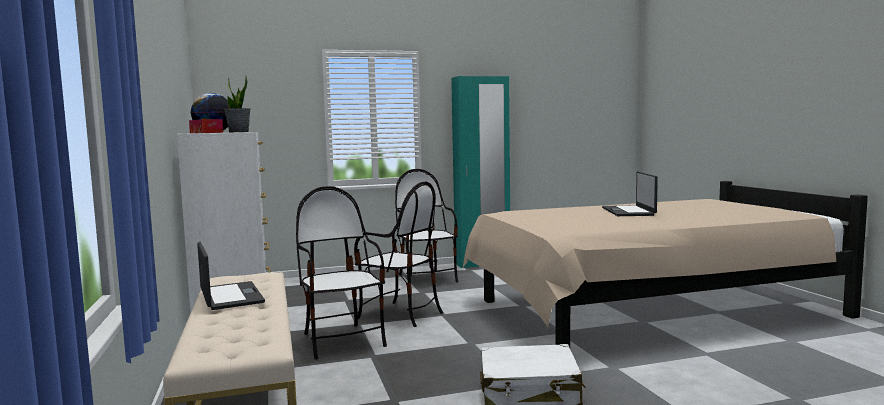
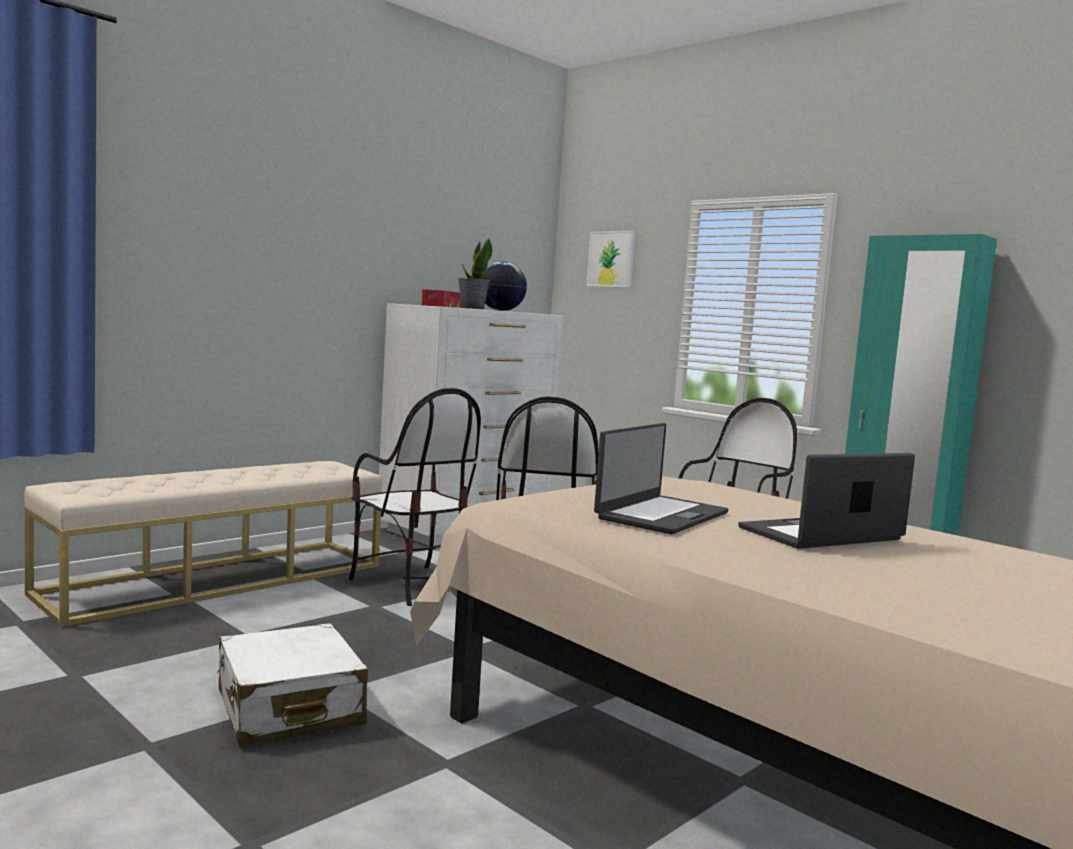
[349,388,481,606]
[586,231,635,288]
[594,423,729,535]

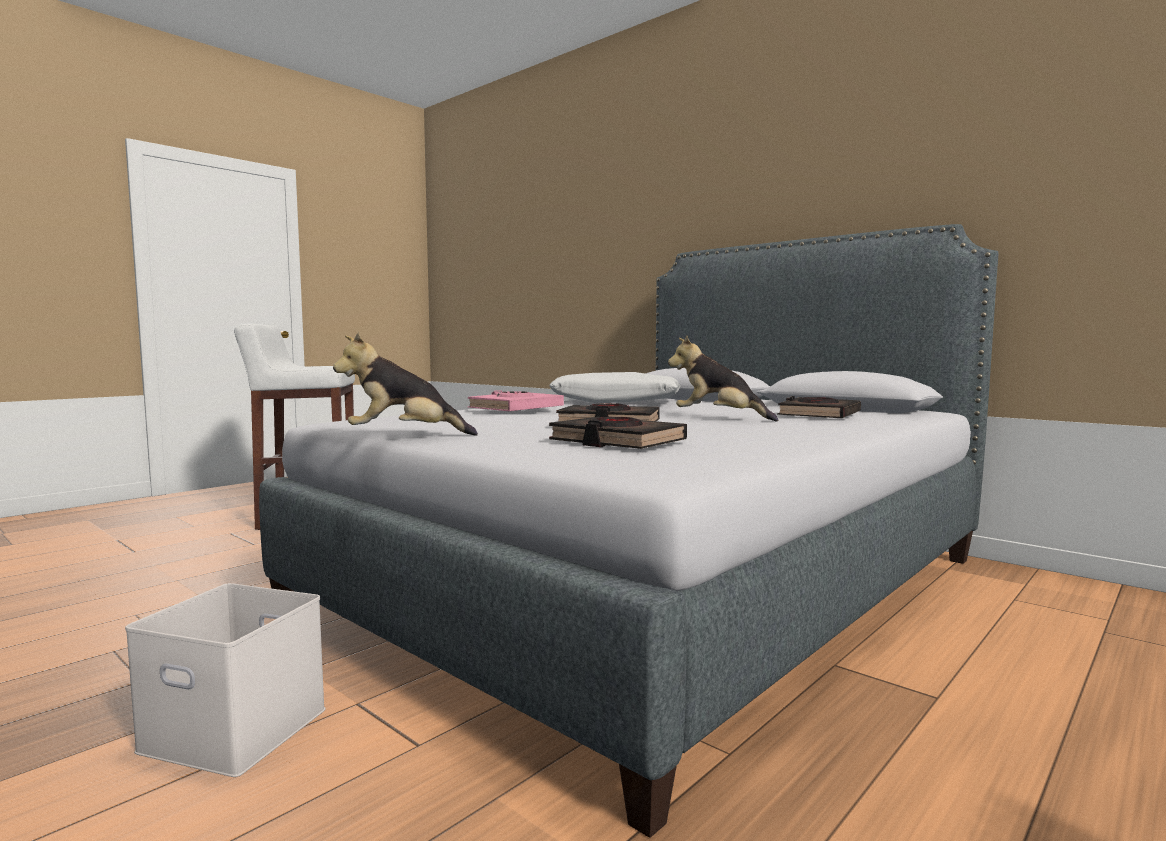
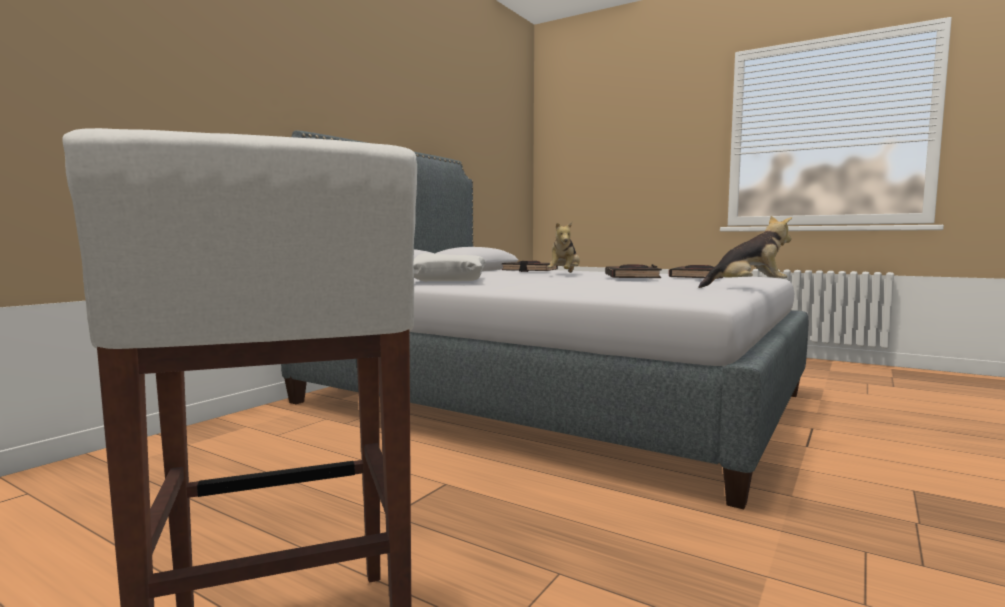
[698,216,792,288]
[125,583,326,777] (first image)
[468,390,564,411] (first image)

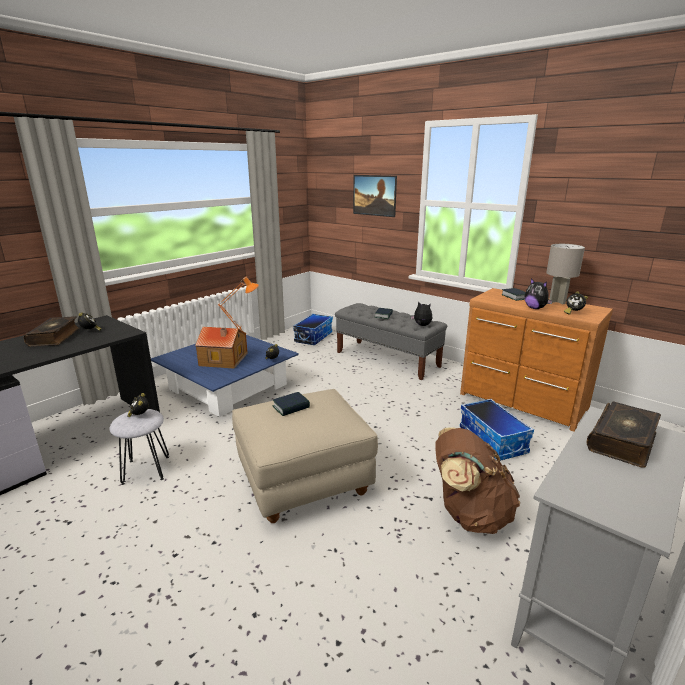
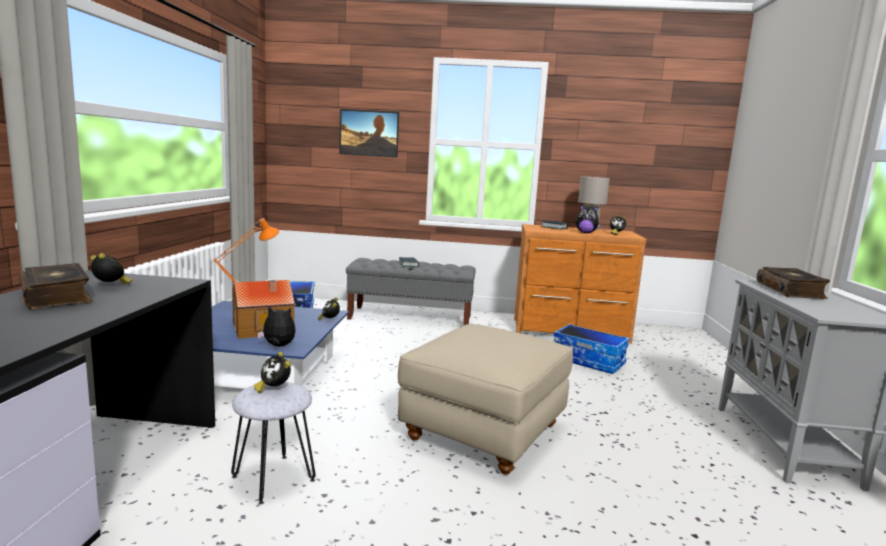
[258,306,296,346]
[273,392,310,416] (first image)
[435,427,520,534] (first image)

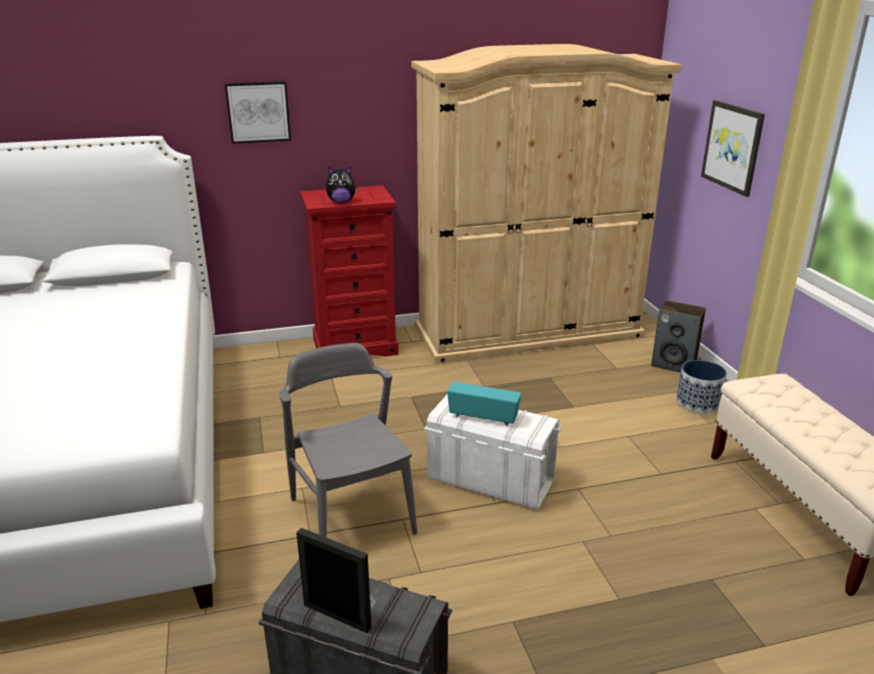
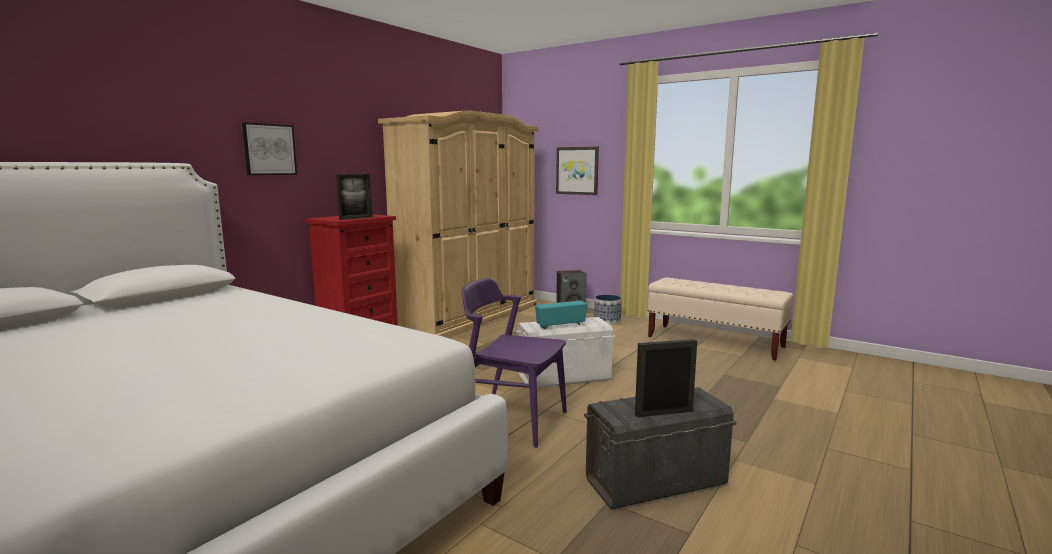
[336,174,373,220]
[462,278,567,448]

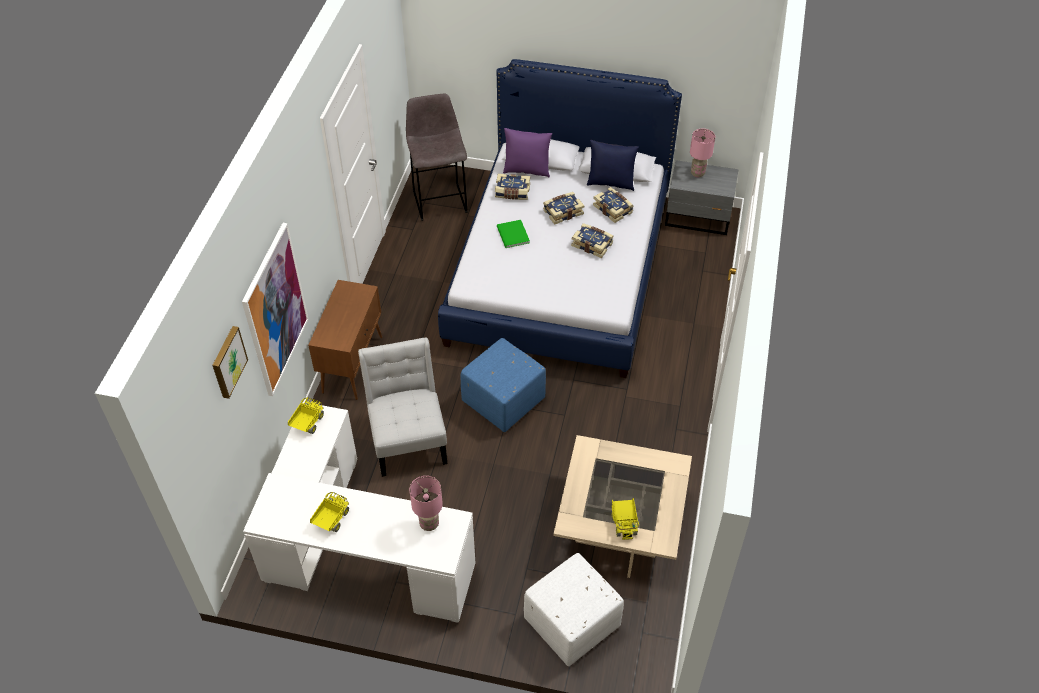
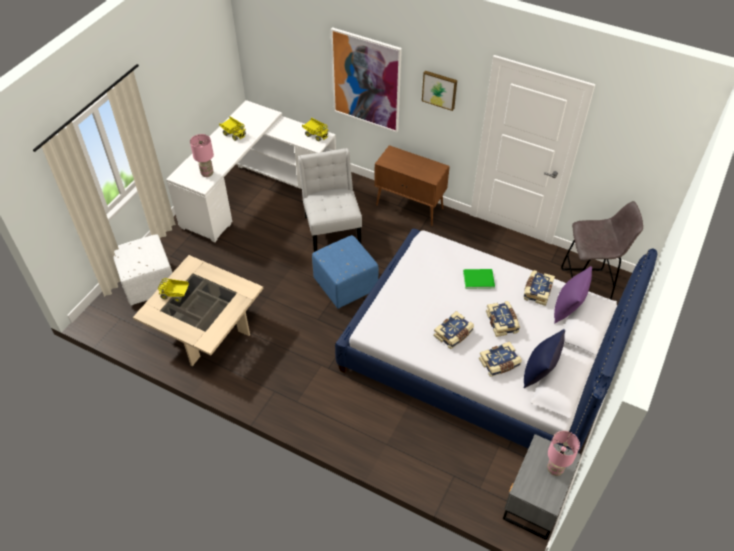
[298,148,362,252]
[422,71,457,111]

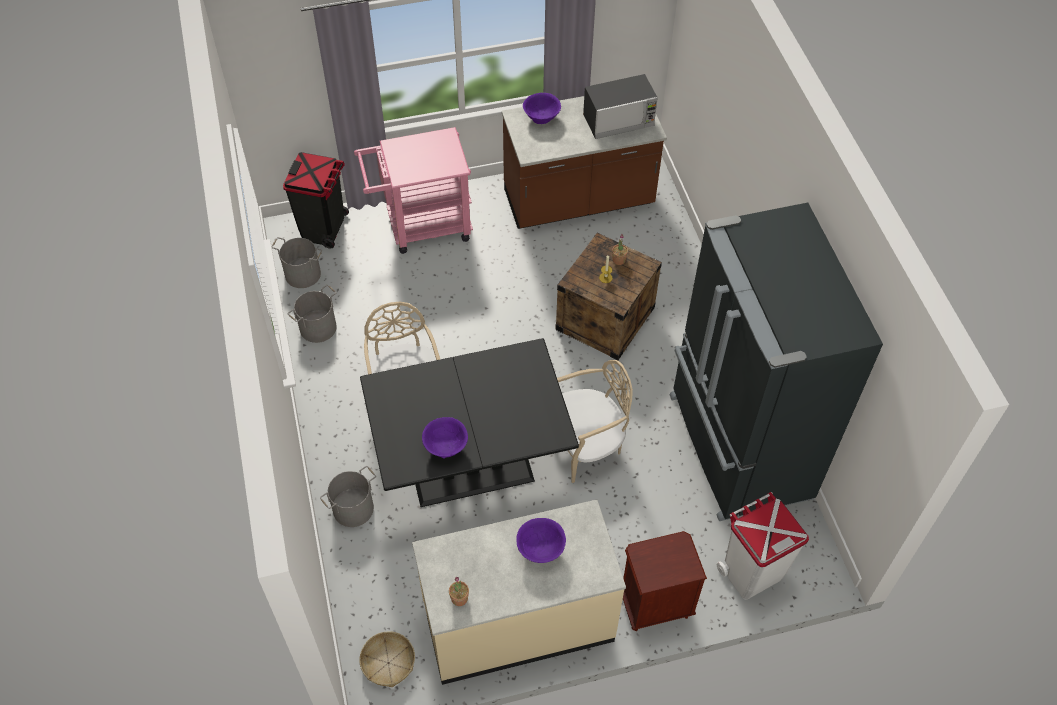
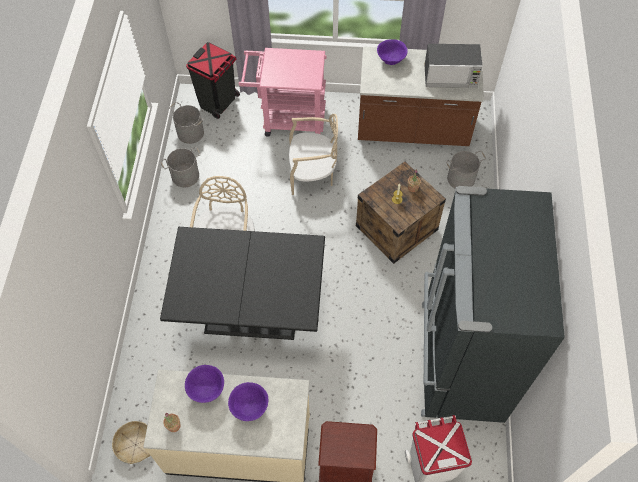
[185,365,224,403]
[289,114,338,195]
[446,151,486,189]

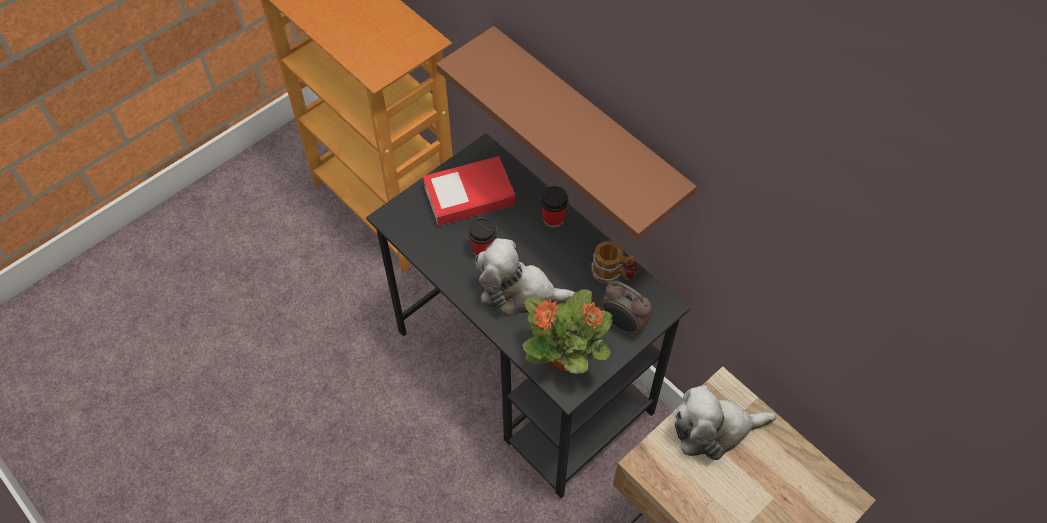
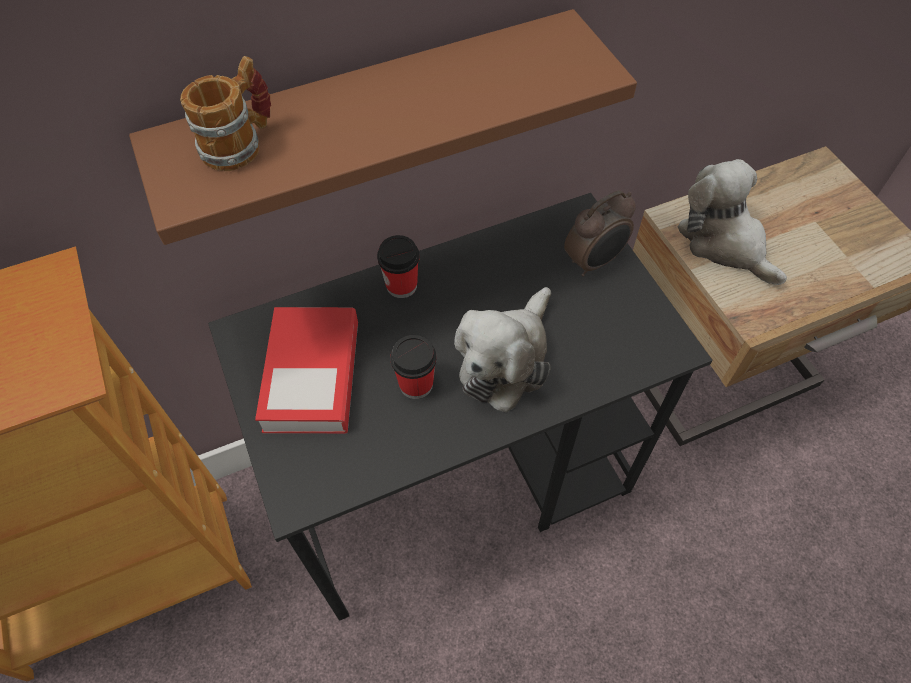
[180,56,271,171]
[677,159,787,285]
[523,289,613,374] (first image)

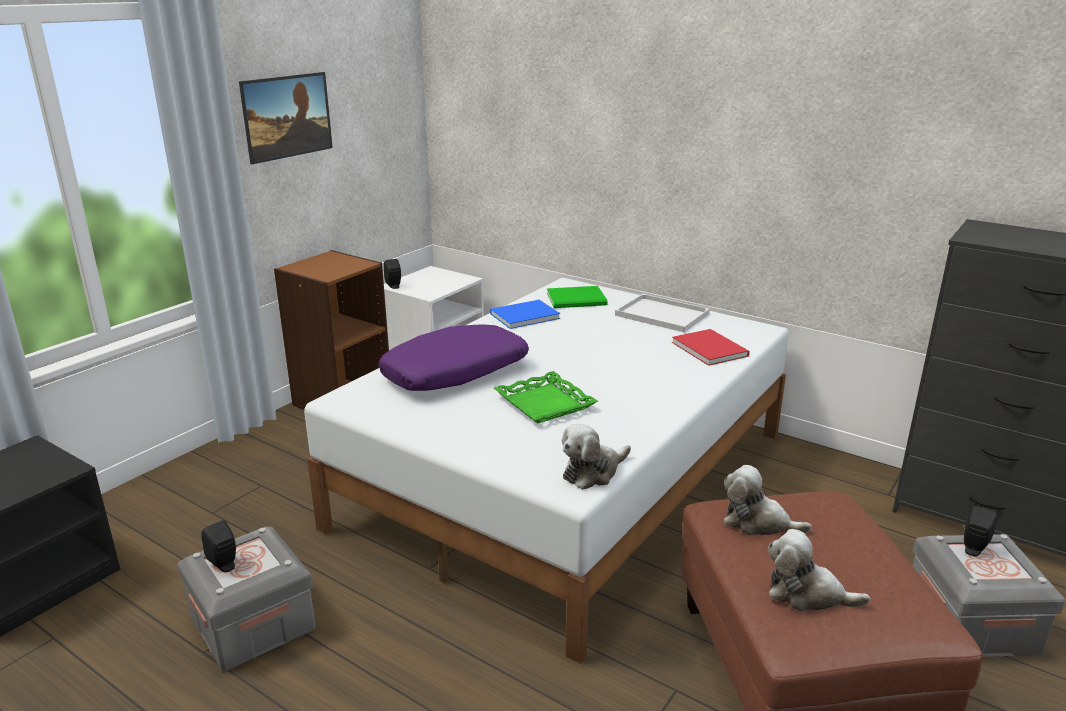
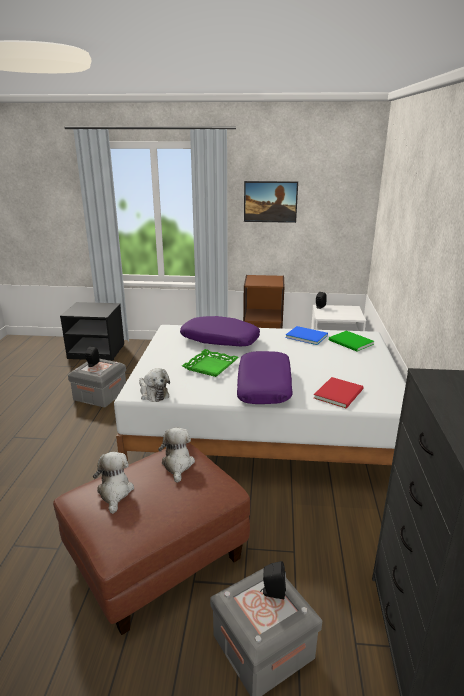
[139,368,170,402]
[237,351,293,404]
[615,294,710,332] (first image)

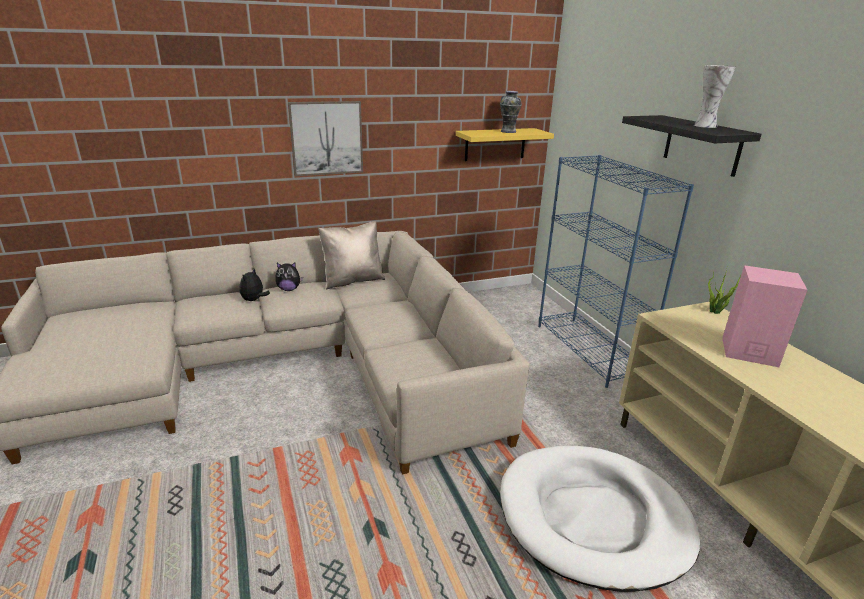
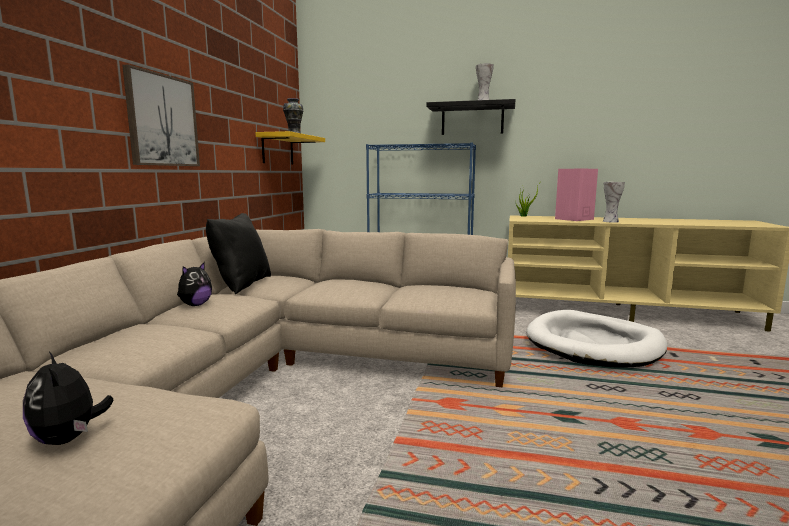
[23,352,113,445]
[206,213,271,294]
[603,182,625,223]

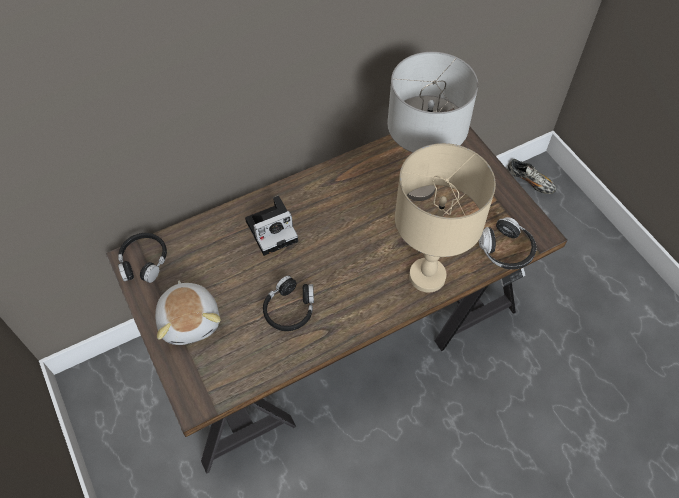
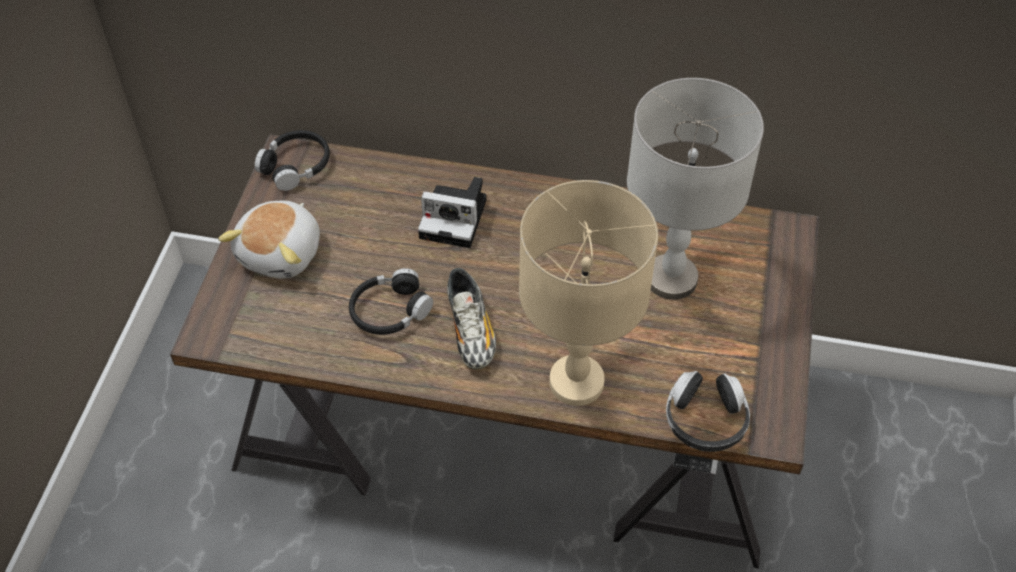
[447,268,496,370]

